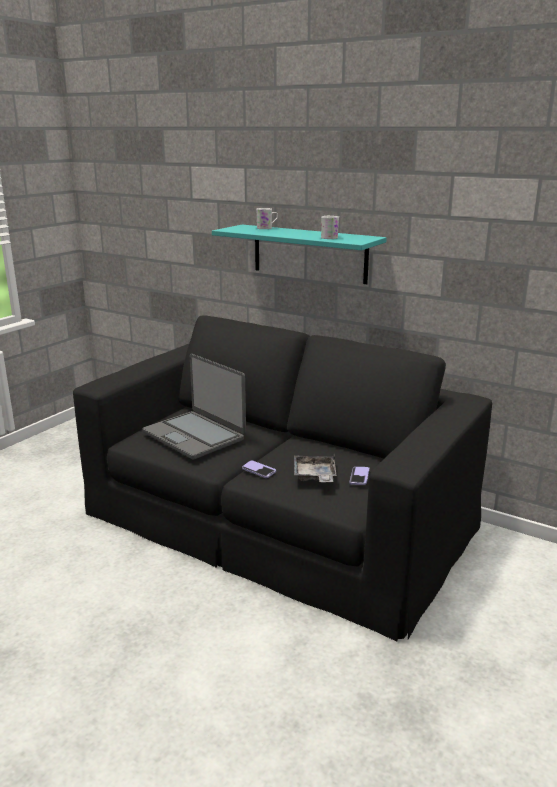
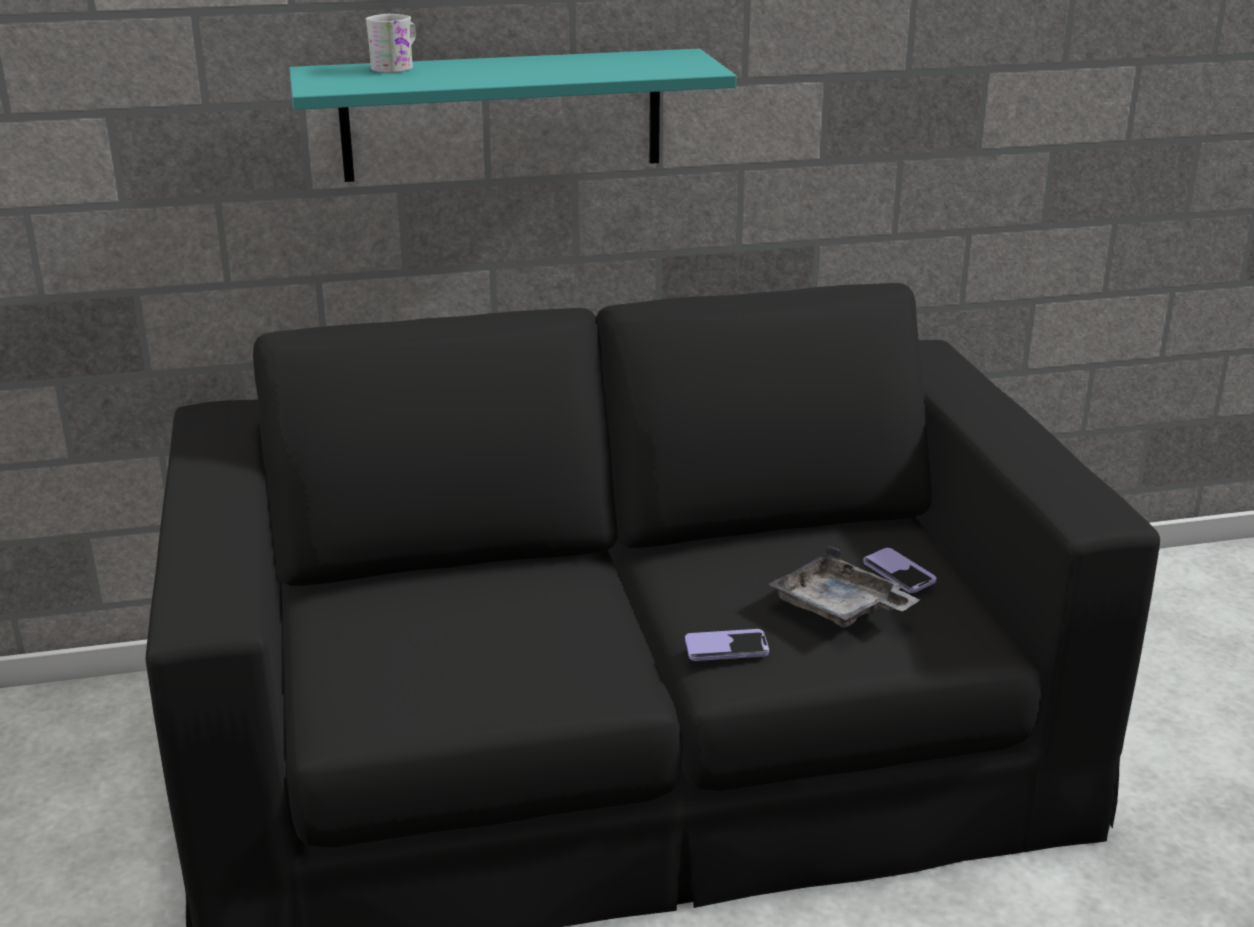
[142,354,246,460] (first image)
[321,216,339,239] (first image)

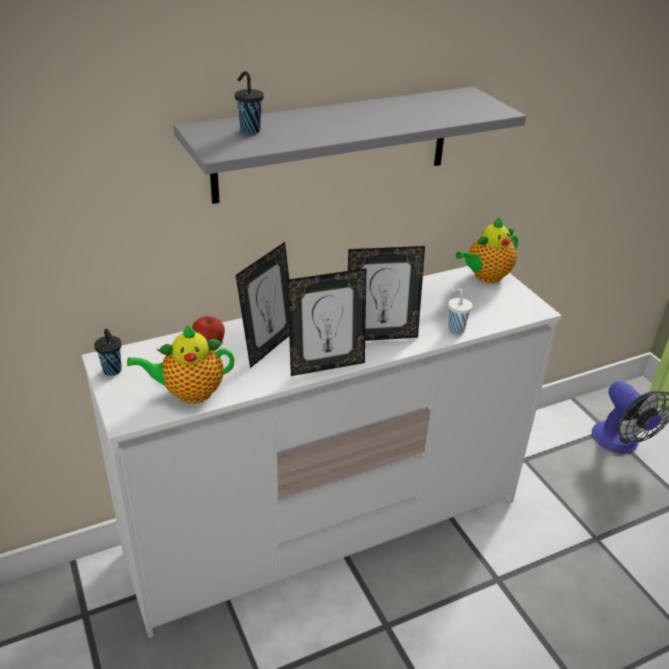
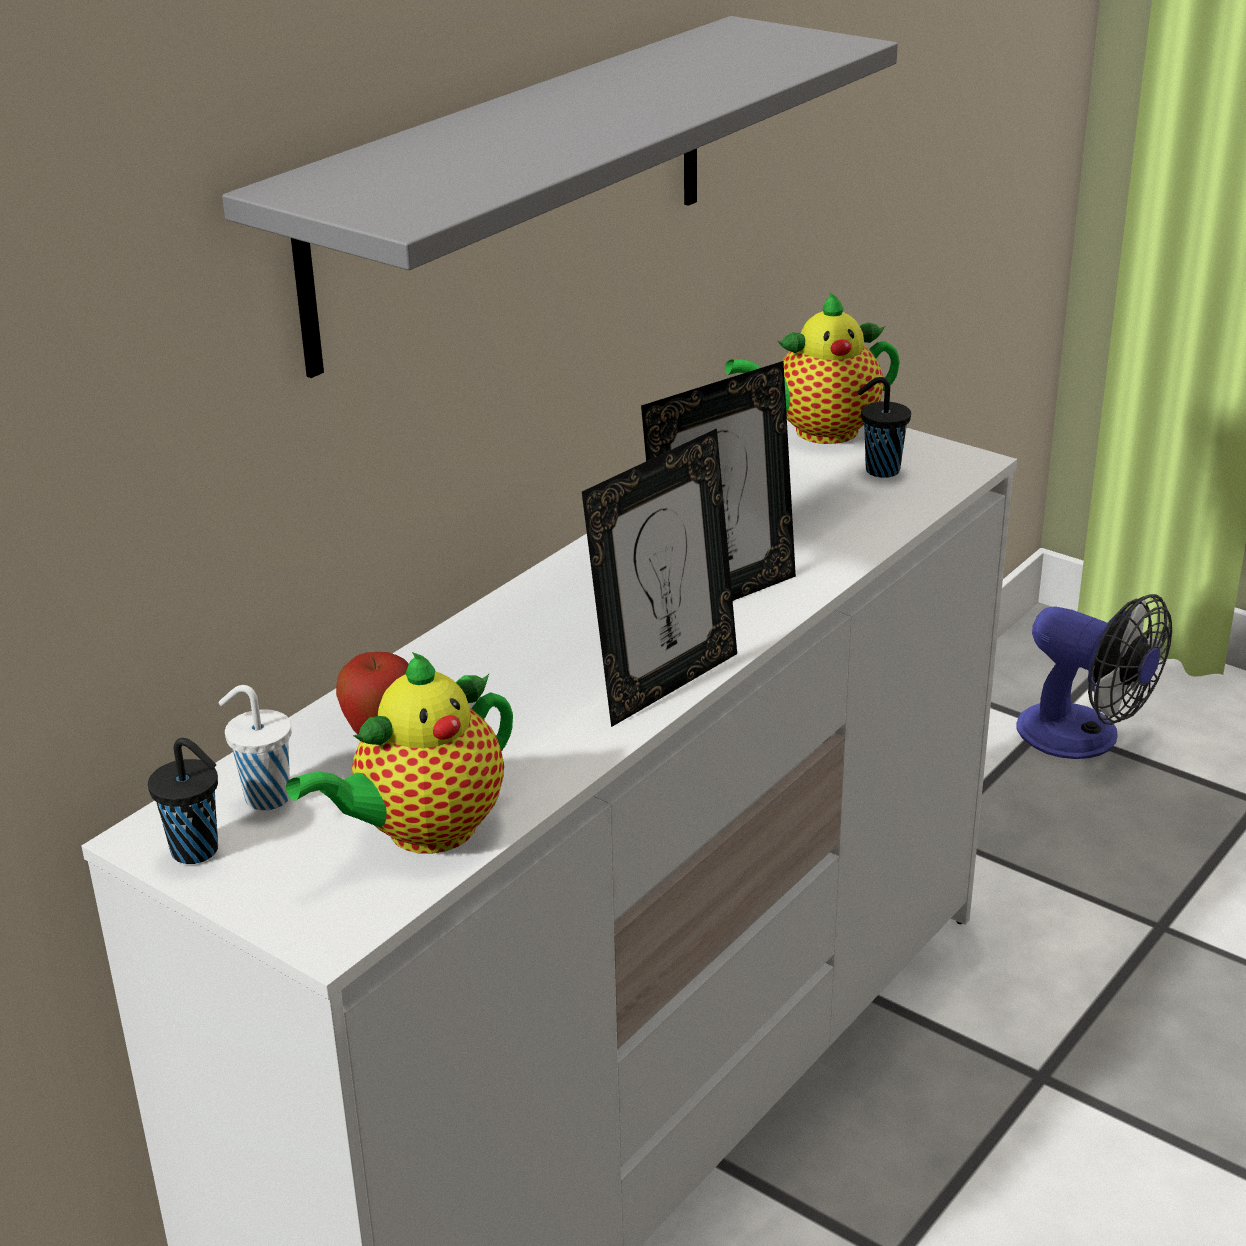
[219,685,292,810]
[725,292,900,444]
[857,377,911,478]
[236,242,289,368] (first image)

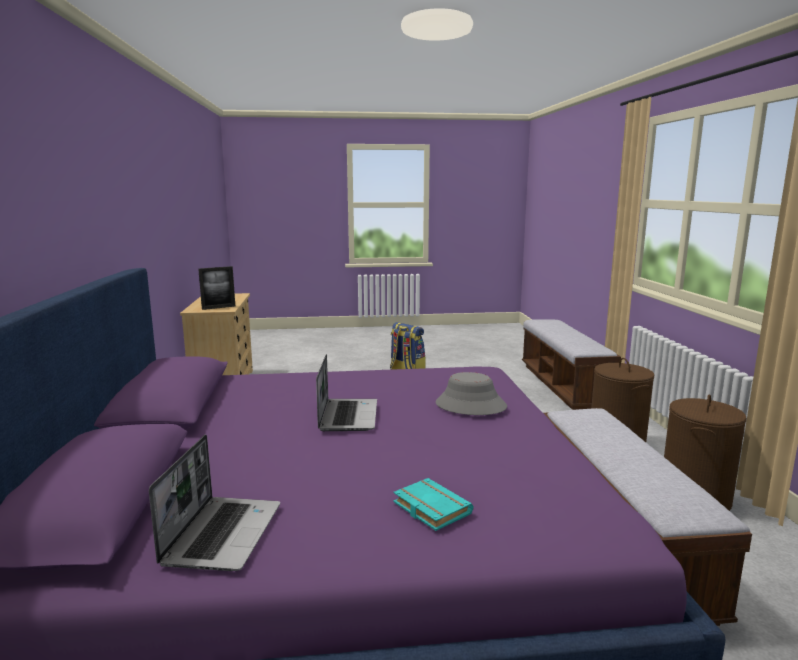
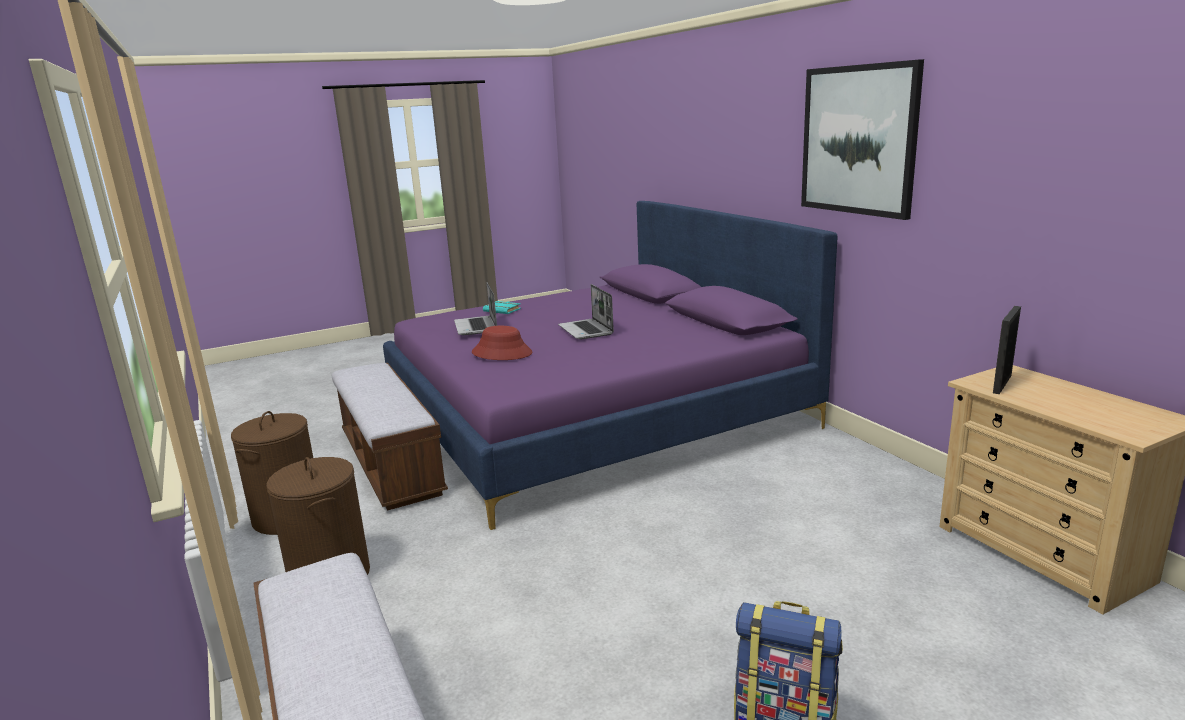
[454,283,497,335]
[472,326,532,360]
[801,59,924,220]

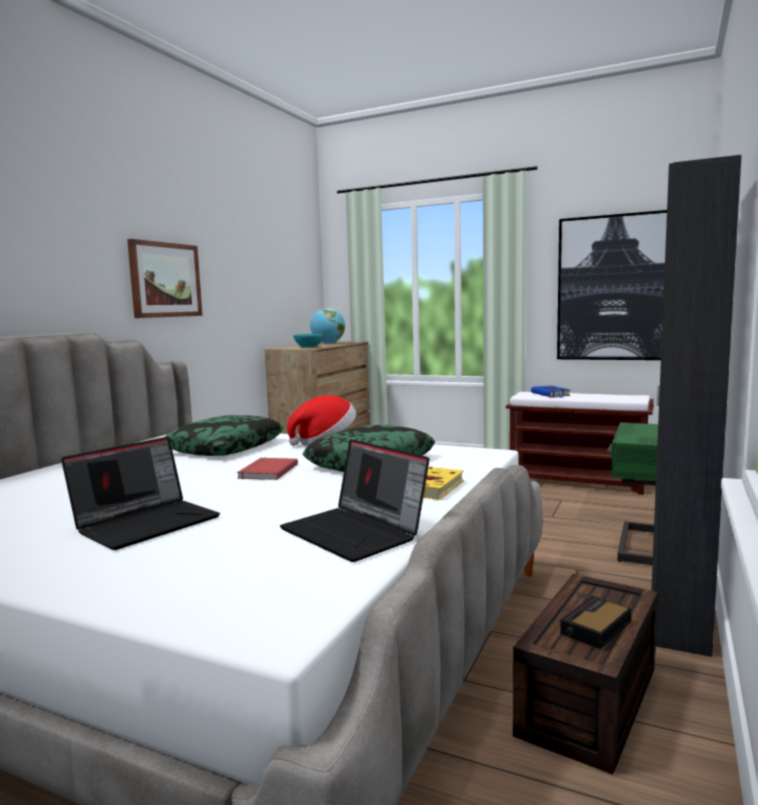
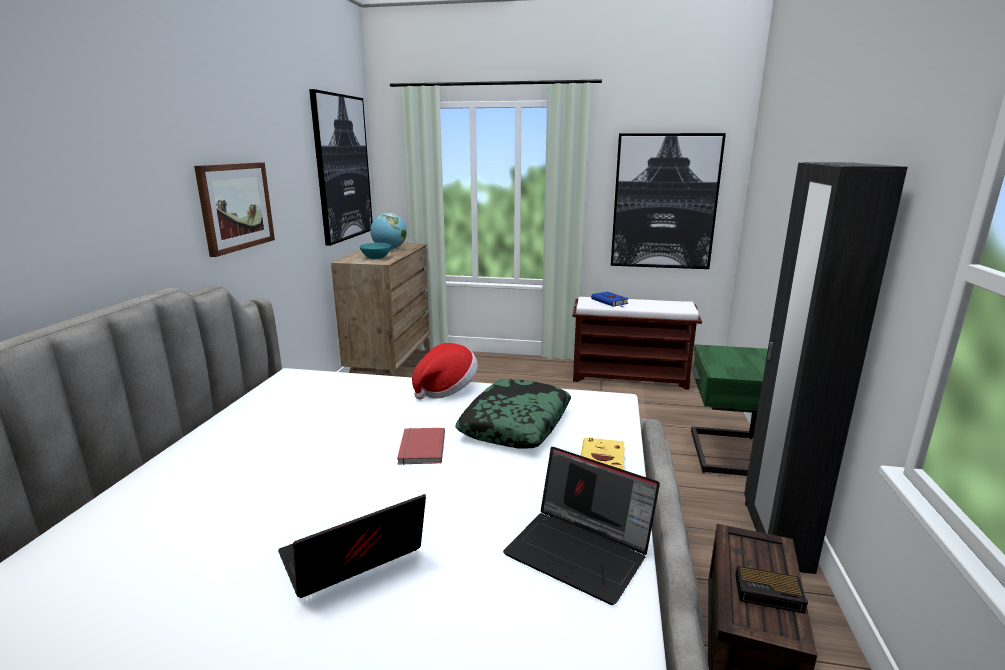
[278,494,426,598]
[309,89,373,246]
[735,566,808,614]
[165,415,283,456] (first image)

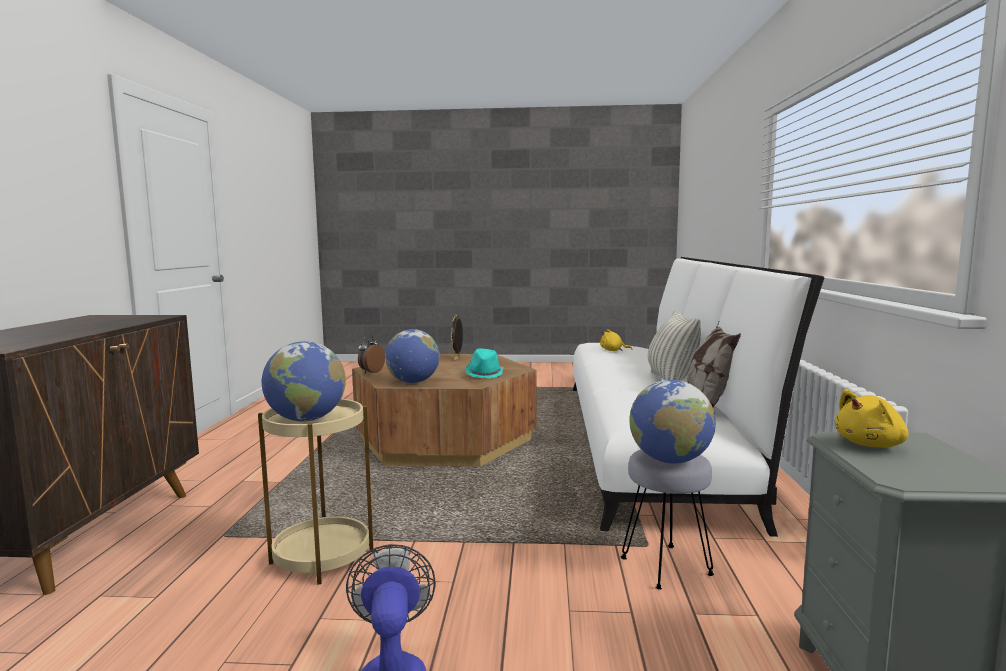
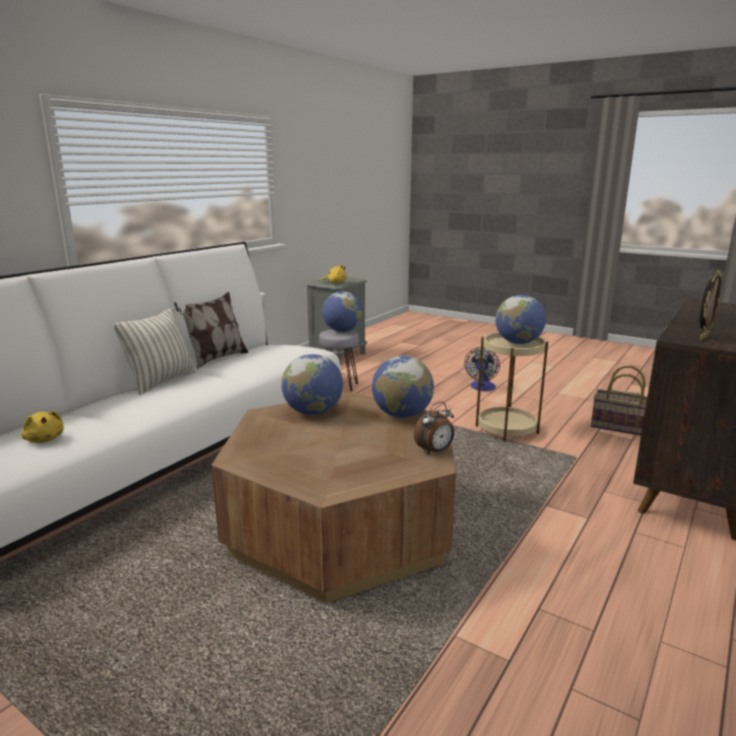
[281,354,343,416]
[591,366,648,436]
[700,270,722,340]

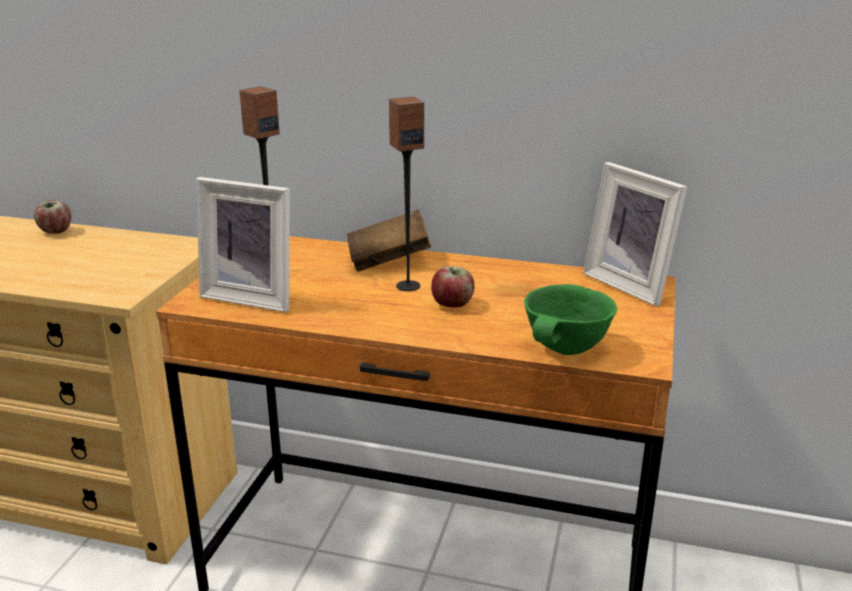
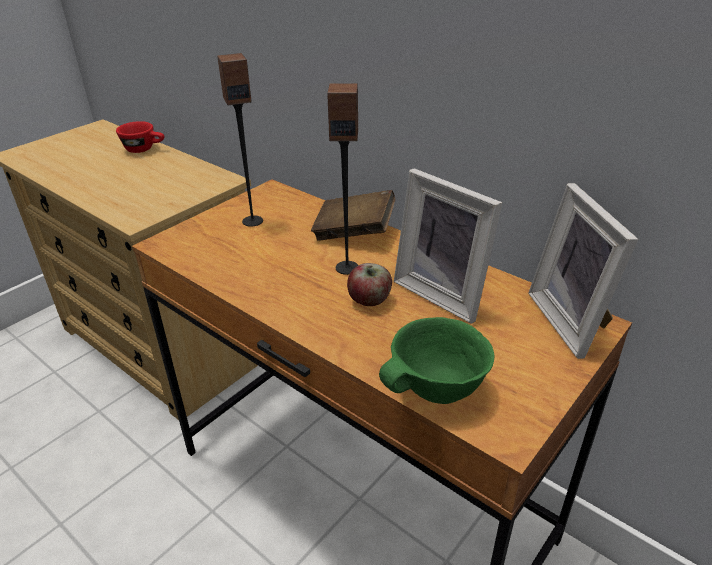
[116,121,165,153]
[394,168,502,324]

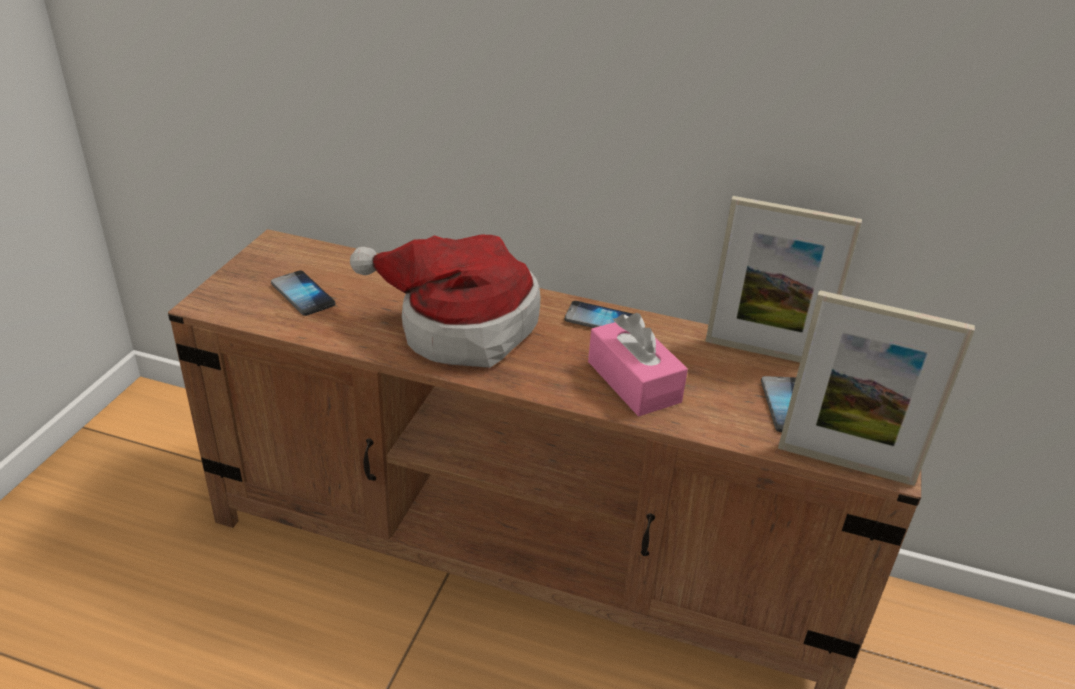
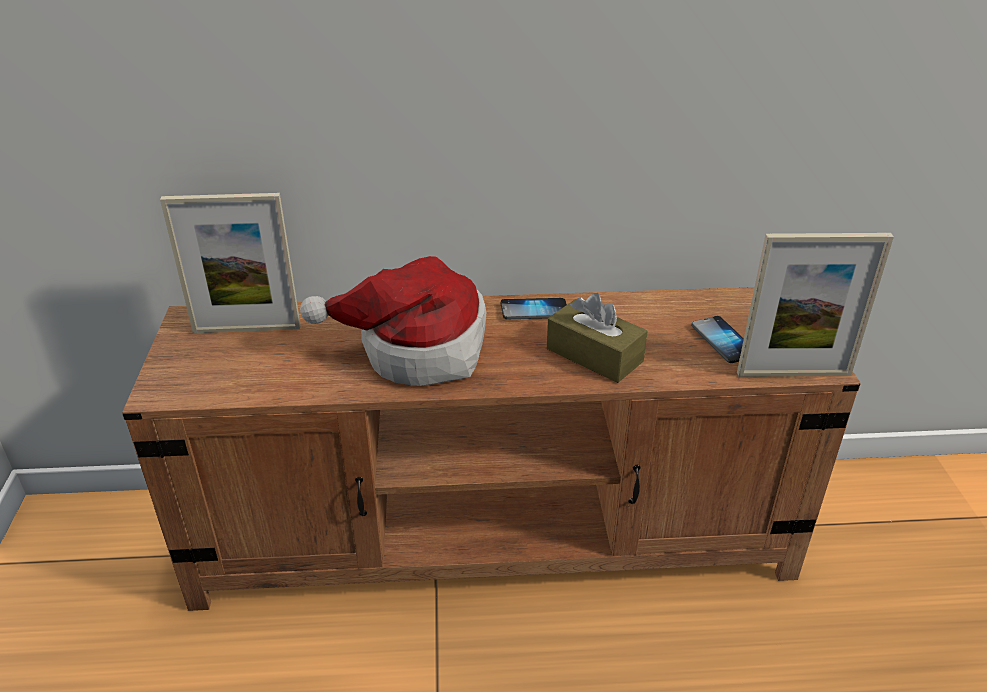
[160,193,301,333]
[547,293,648,383]
[271,270,336,316] (first image)

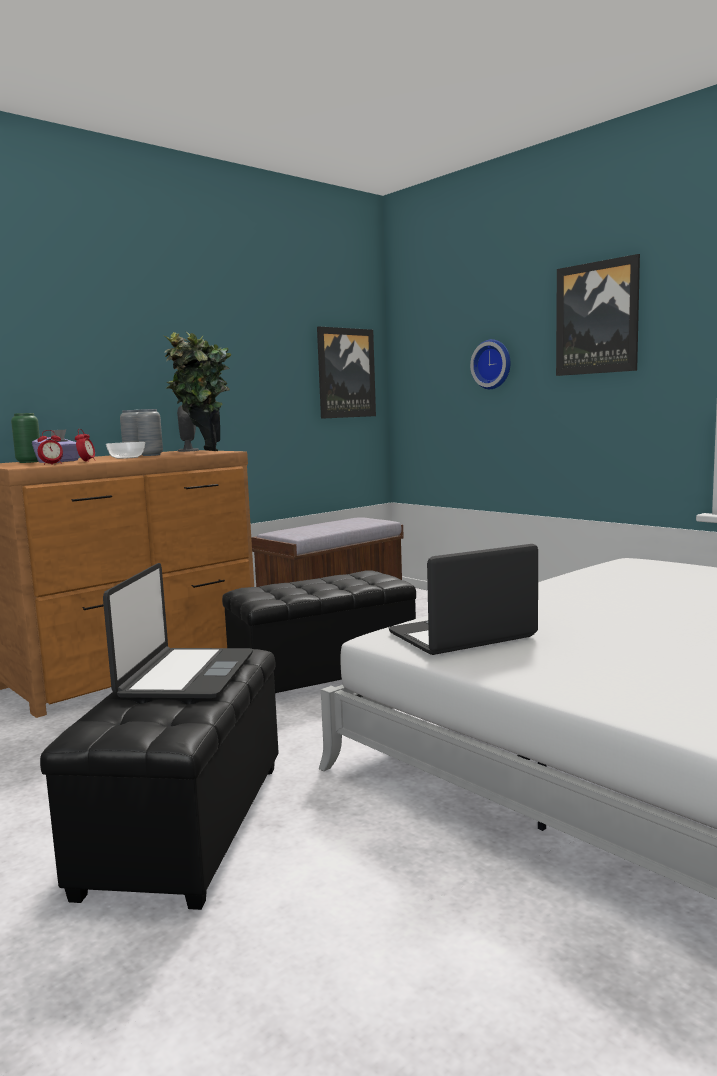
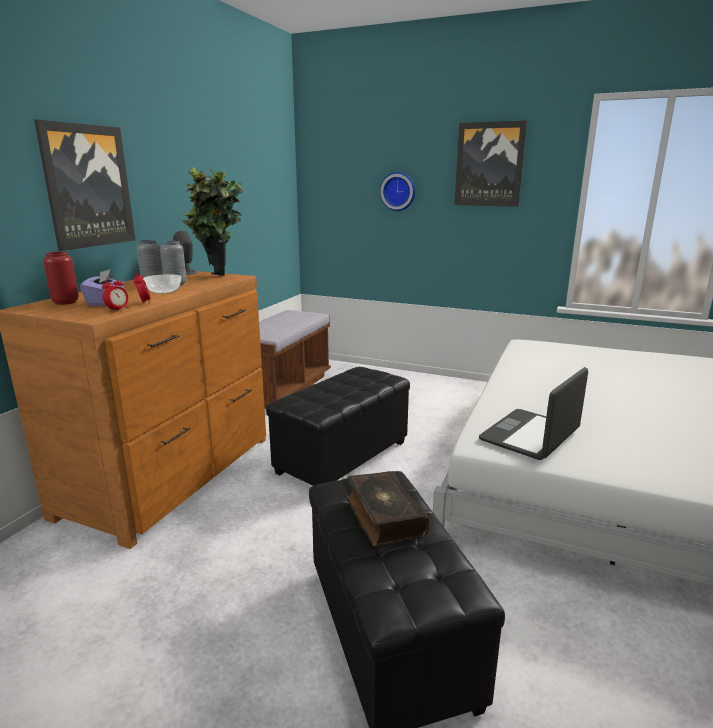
[34,119,135,251]
[43,252,79,305]
[346,471,429,546]

